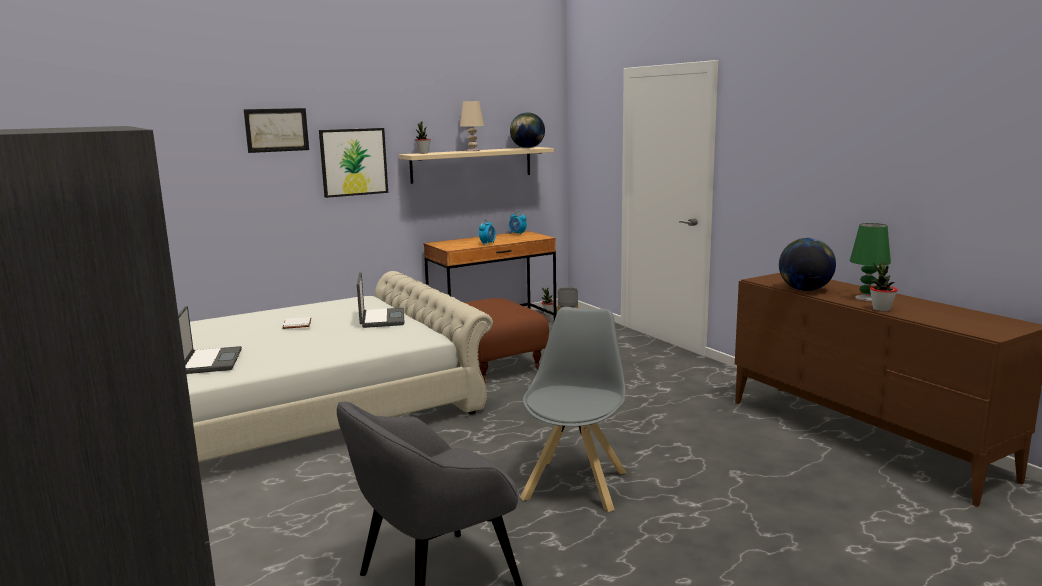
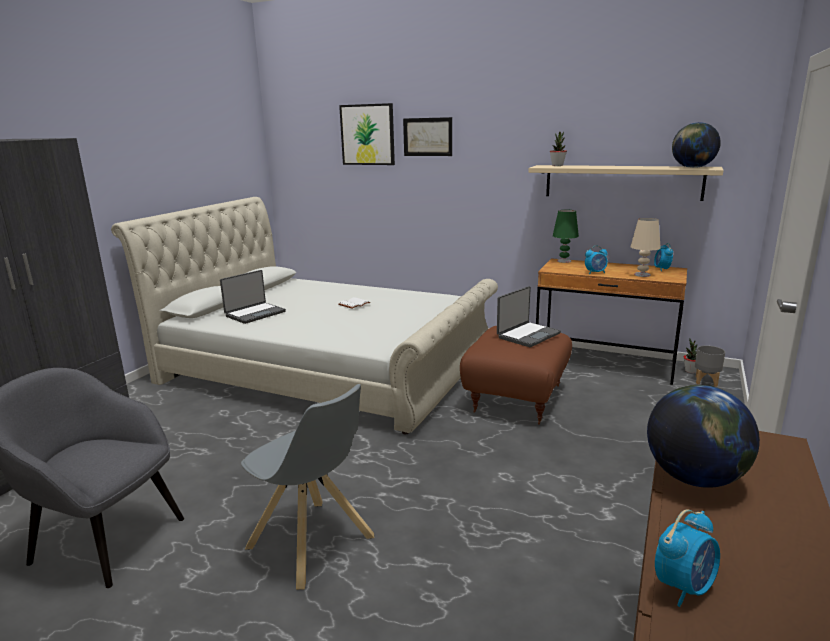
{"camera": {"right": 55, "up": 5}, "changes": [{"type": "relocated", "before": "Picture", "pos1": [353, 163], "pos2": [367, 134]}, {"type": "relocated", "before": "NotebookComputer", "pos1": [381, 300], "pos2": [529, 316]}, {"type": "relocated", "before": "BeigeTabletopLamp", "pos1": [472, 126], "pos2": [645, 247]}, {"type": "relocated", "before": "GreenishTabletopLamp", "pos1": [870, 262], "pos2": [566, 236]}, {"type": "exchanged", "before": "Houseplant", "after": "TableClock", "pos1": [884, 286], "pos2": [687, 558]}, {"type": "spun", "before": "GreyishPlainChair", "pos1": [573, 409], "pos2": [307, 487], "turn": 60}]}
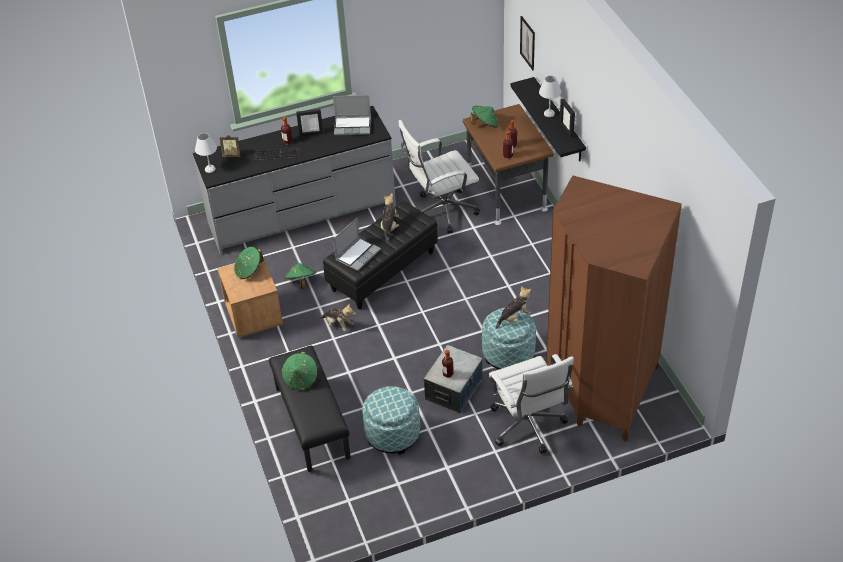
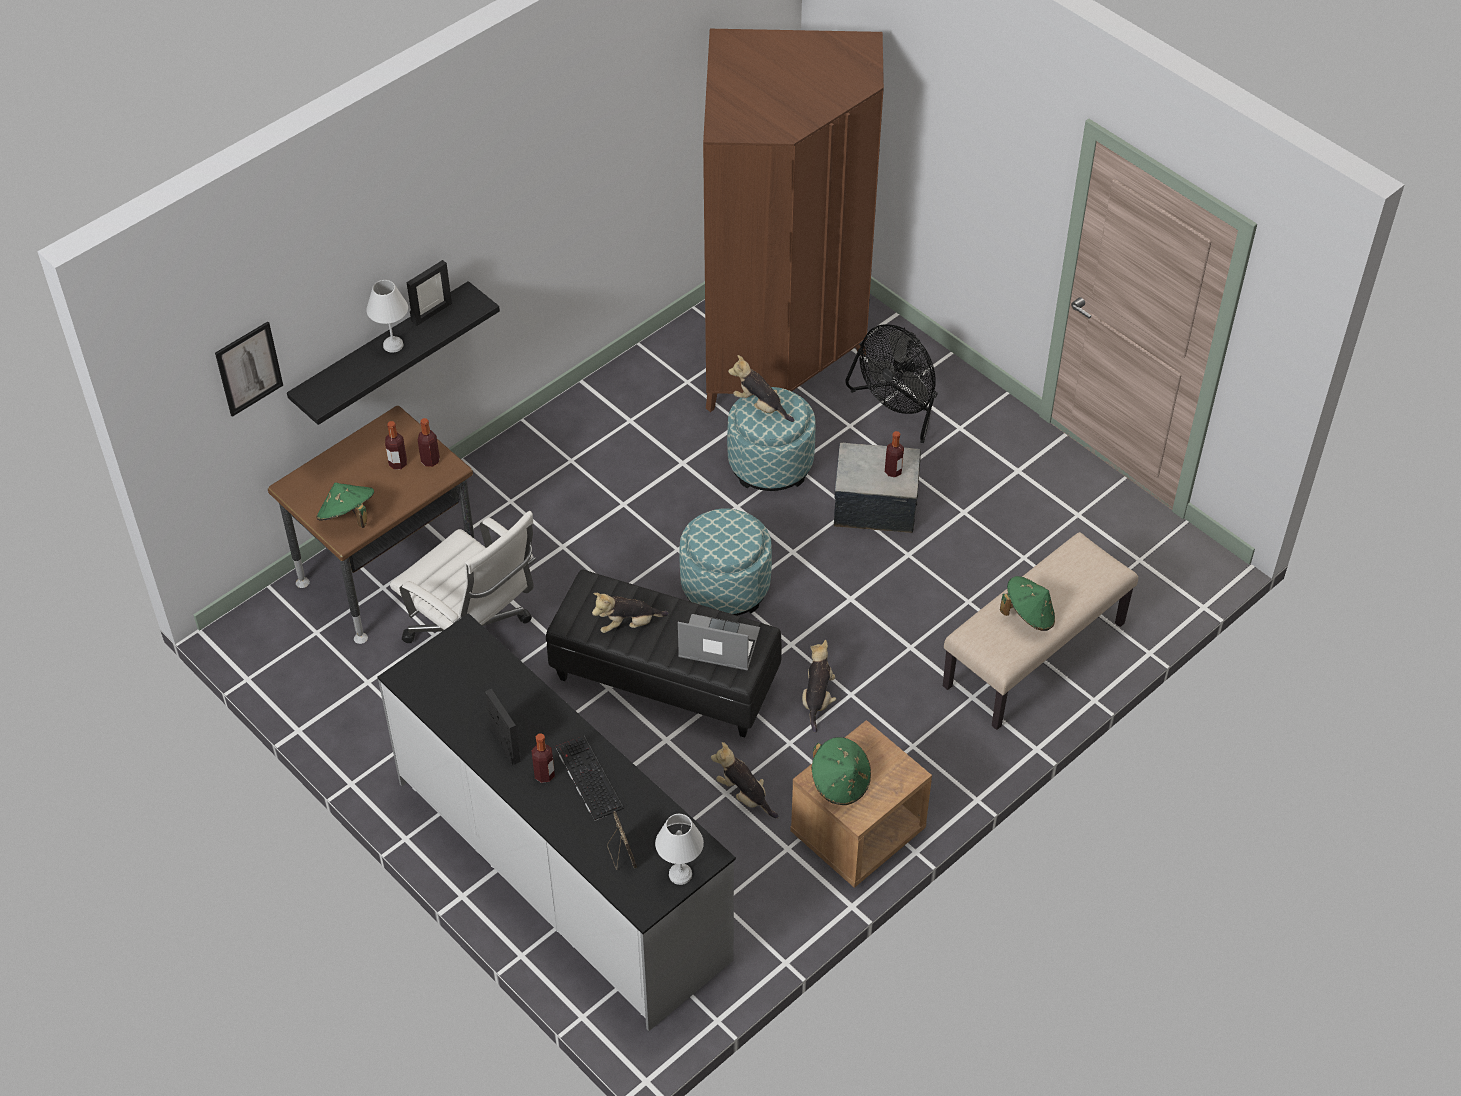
{"camera": {"right": -115, "up": 5}, "changes": [{"type": "missing", "before": "NotebookComputer", "pos1": [352, 115]}, {"type": "relocated", "before": "Footrest", "pos1": [391, 420], "pos2": [725, 562]}, {"type": "exchanged", "before": "GreenishWearableHat", "after": "PlushToy", "pos1": [300, 275], "pos2": [745, 780]}, {"type": "exchanged", "before": "WhiteComputerChair", "after": "BlackishElectricFan", "pos1": [531, 404], "pos2": [891, 383]}, {"type": "colour", "before": "BlackishIndoorBench", "after": "BeigeIndoorBench", "pos1": [310, 408], "pos2": [1040, 631]}]}
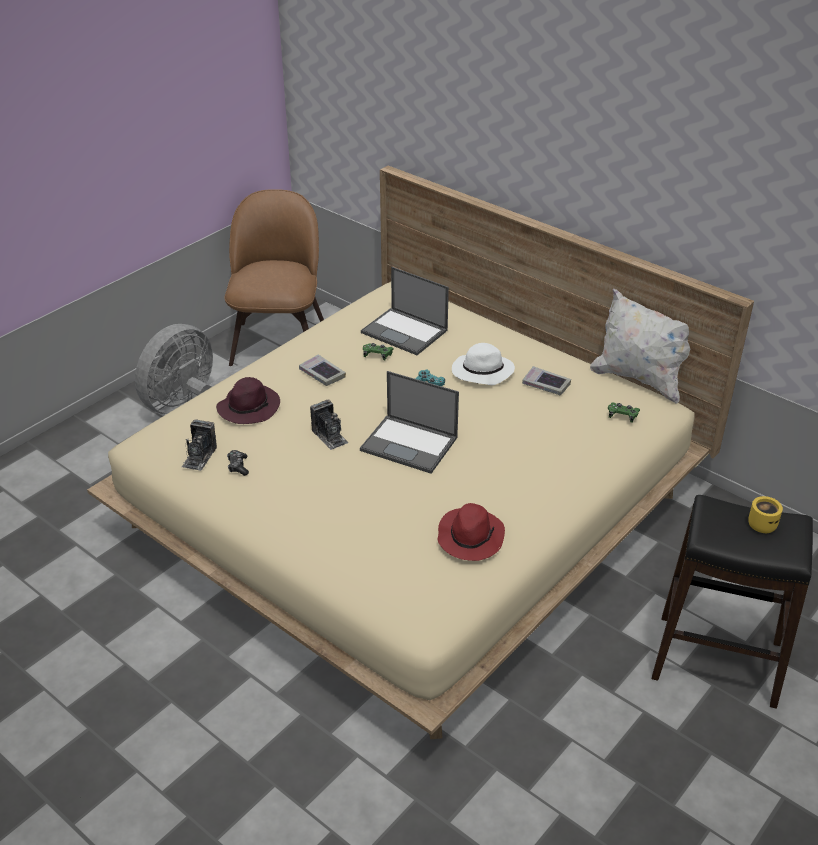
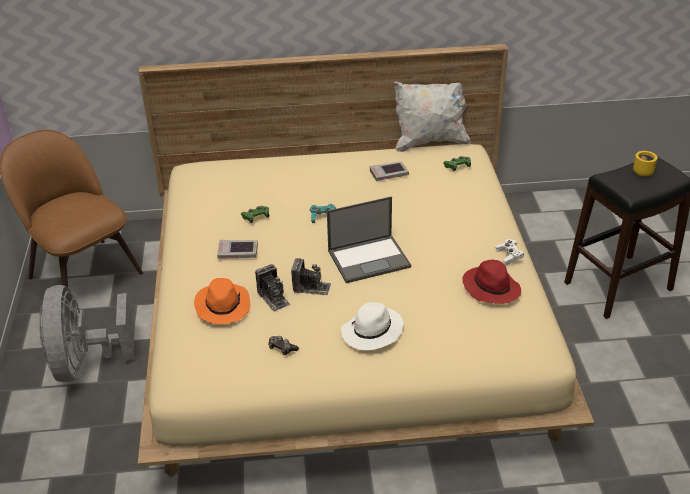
{"camera": {"right": -45, "up": 0}, "changes": [{"type": "missing", "before": "NotebookComputer", "pos1": [405, 311]}, {"type": "appeared", "after": "WhiteGameController", "pos2": [509, 252]}, {"type": "relocated", "before": "PhotoCamera", "pos1": [199, 445], "pos2": [272, 288]}, {"type": "relocated", "before": "WhiteWearableHat", "pos1": [483, 364], "pos2": [372, 326]}, {"type": "colour", "before": "PurpleWearableHat", "after": "OrangeyWearableHat", "pos1": [248, 400], "pos2": [222, 301]}]}
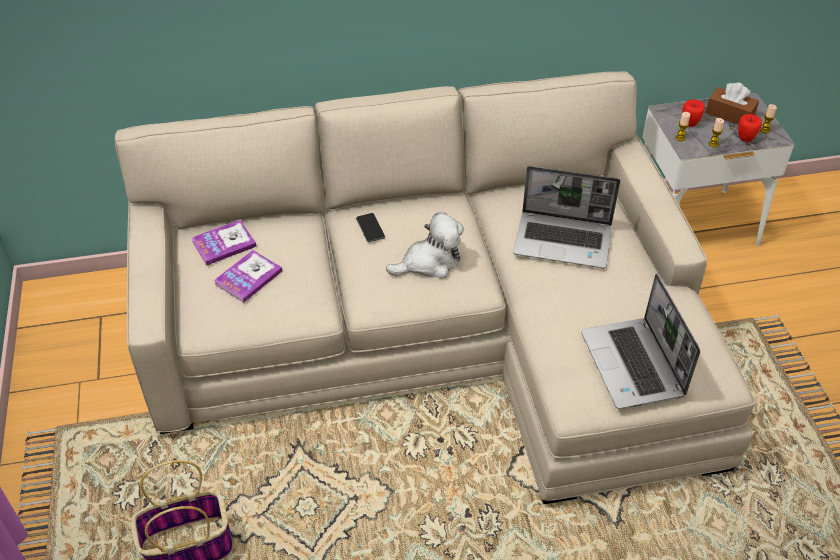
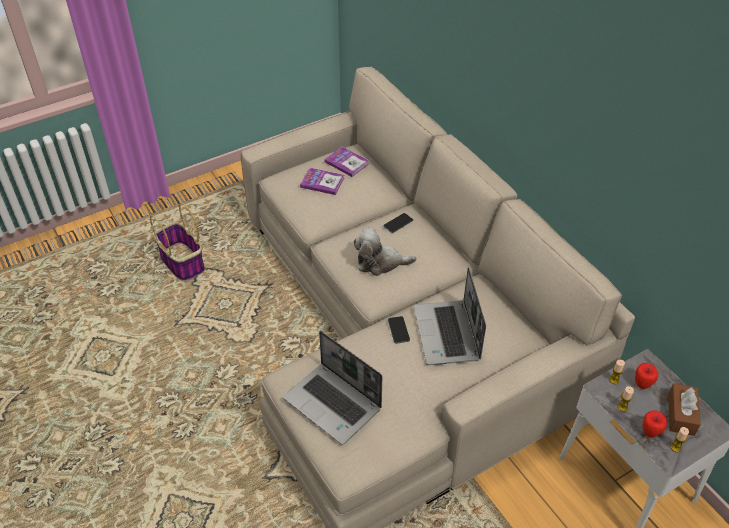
{"camera": {"right": 70, "up": 0}, "changes": [{"type": "appeared", "after": "Telephone", "pos2": [399, 330]}, {"type": "spun", "before": "PlushToy", "pos1": [425, 245], "pos2": [385, 252], "turn": 135}, {"type": "spun", "before": "NotebookComputer", "pos1": [640, 341], "pos2": [332, 388], "turn": -105}]}
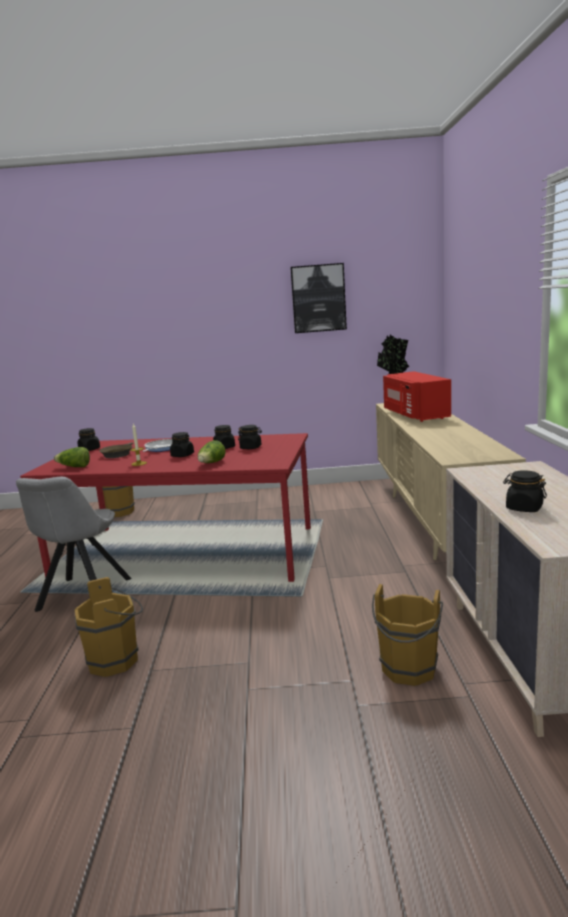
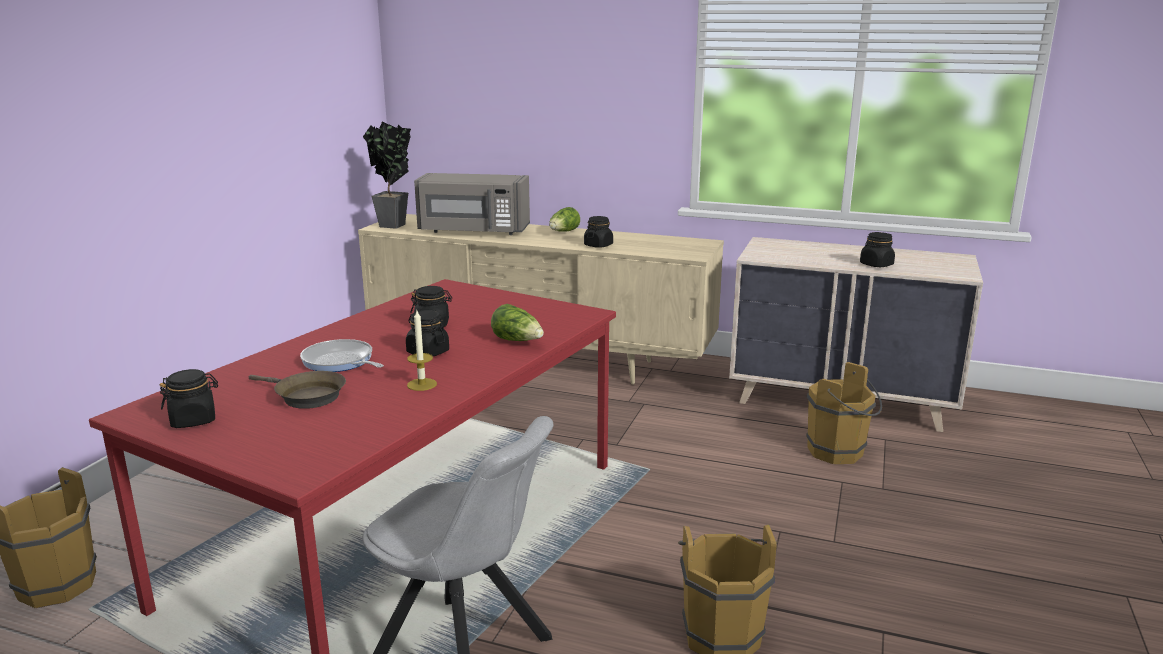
{"camera": {"right": -70, "up": 5}, "changes": [{"type": "missing", "before": "Picture", "pos1": [318, 298]}, {"type": "relocated", "before": "HeadOfLettuce", "pos1": [72, 457], "pos2": [564, 219]}, {"type": "relocated", "before": "BlackishJar", "pos1": [250, 437], "pos2": [598, 232]}, {"type": "colour", "before": "RedColouredKitchenMicrowave", "after": "GreyishKitchenMicrowave", "pos1": [417, 396], "pos2": [472, 204]}]}
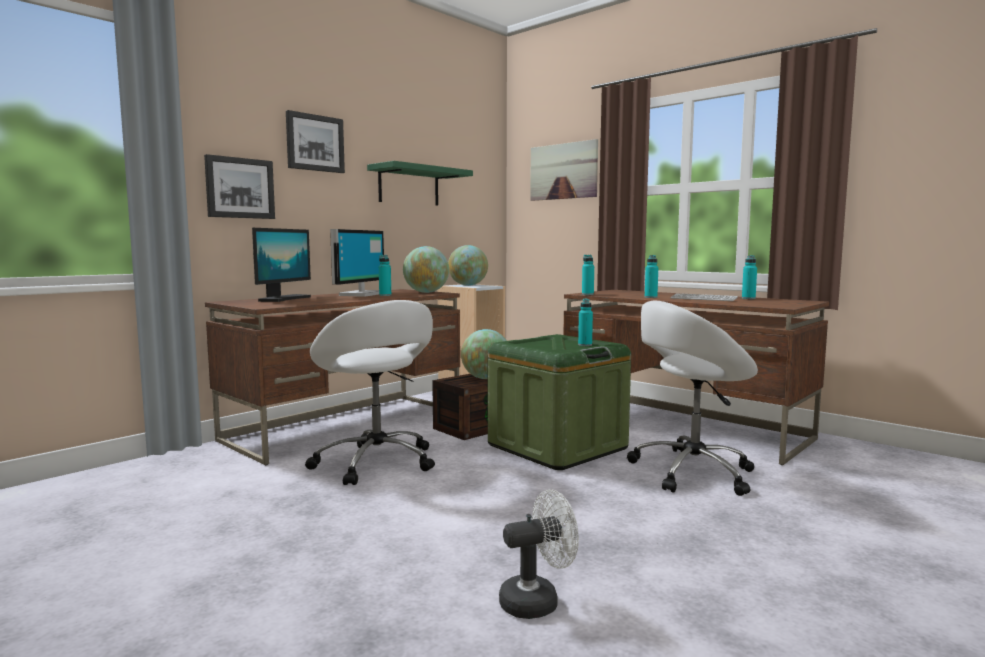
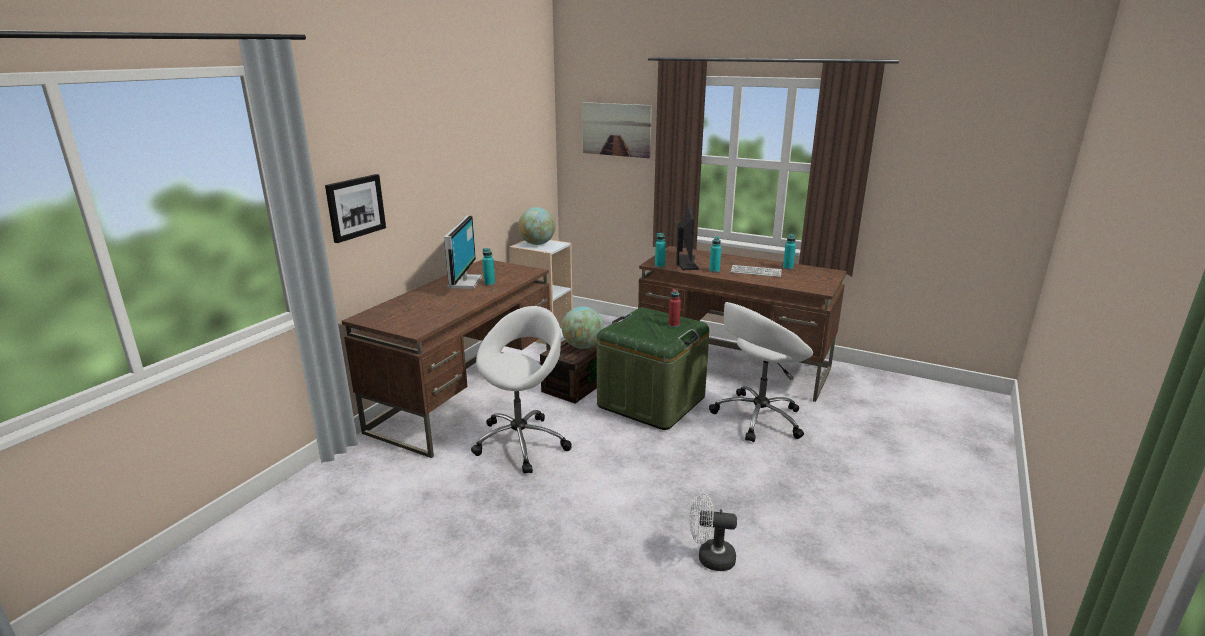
{"camera": {"right": -15, "up": 15}, "changes": [{"type": "missing", "before": "Picture", "pos1": [315, 141]}, {"type": "missing", "before": "GreenishShelf", "pos1": [420, 183]}, {"type": "missing", "before": "Globe", "pos1": [426, 269]}, {"type": "relocated", "before": "ComputerScreen", "pos1": [281, 265], "pos2": [687, 236]}, {"type": "colour", "before": "BlueGreenBottle", "after": "RedColouredBottle", "pos1": [585, 322], "pos2": [675, 308]}, {"type": "spun", "before": "WhiteComputerChair", "pos1": [370, 392], "pos2": [521, 390], "turn": -75}, {"type": "spun", "before": "WhiteElectricFan", "pos1": [539, 554], "pos2": [713, 532], "turn": -135}]}
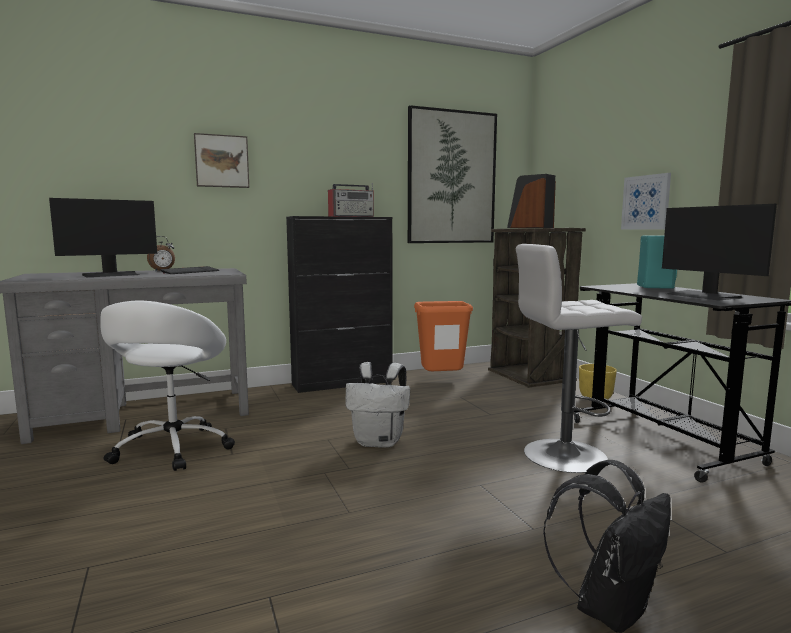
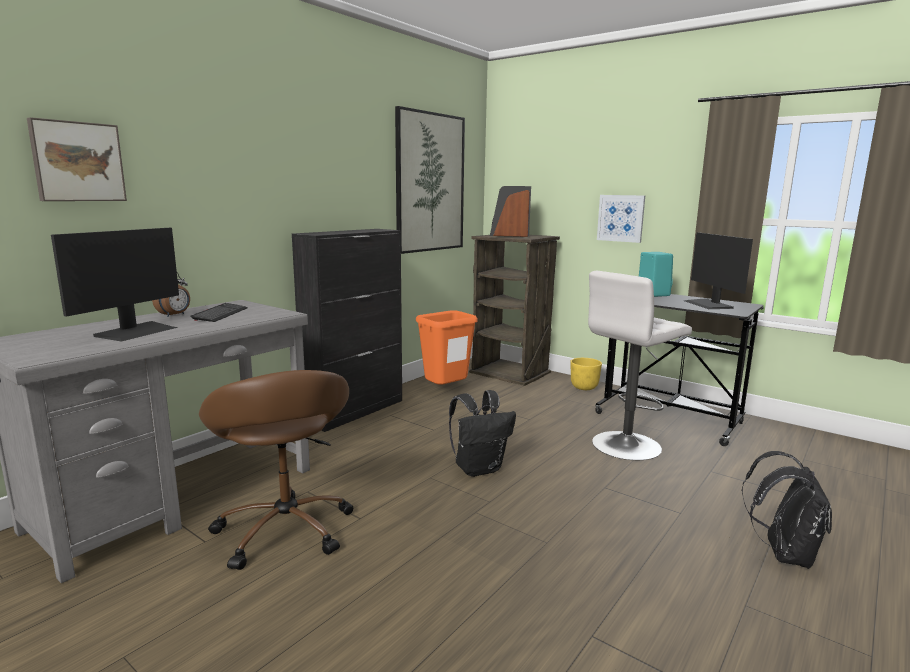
{"camera": {"right": -30, "up": 5}, "changes": [{"type": "missing", "before": "Radio", "pos1": [351, 200]}, {"type": "relocated", "before": "Picture", "pos1": [221, 160], "pos2": [77, 159]}, {"type": "colour", "before": "WhiteComputerChair", "after": "BrownColouredComputerChair", "pos1": [167, 385], "pos2": [276, 470]}, {"type": "colour", "before": "WhiteBackpack", "after": "BlackishBackpack", "pos1": [377, 405], "pos2": [482, 433]}, {"type": "spun", "before": "ComputerScreen", "pos1": [719, 252], "pos2": [719, 270], "turn": 45}]}
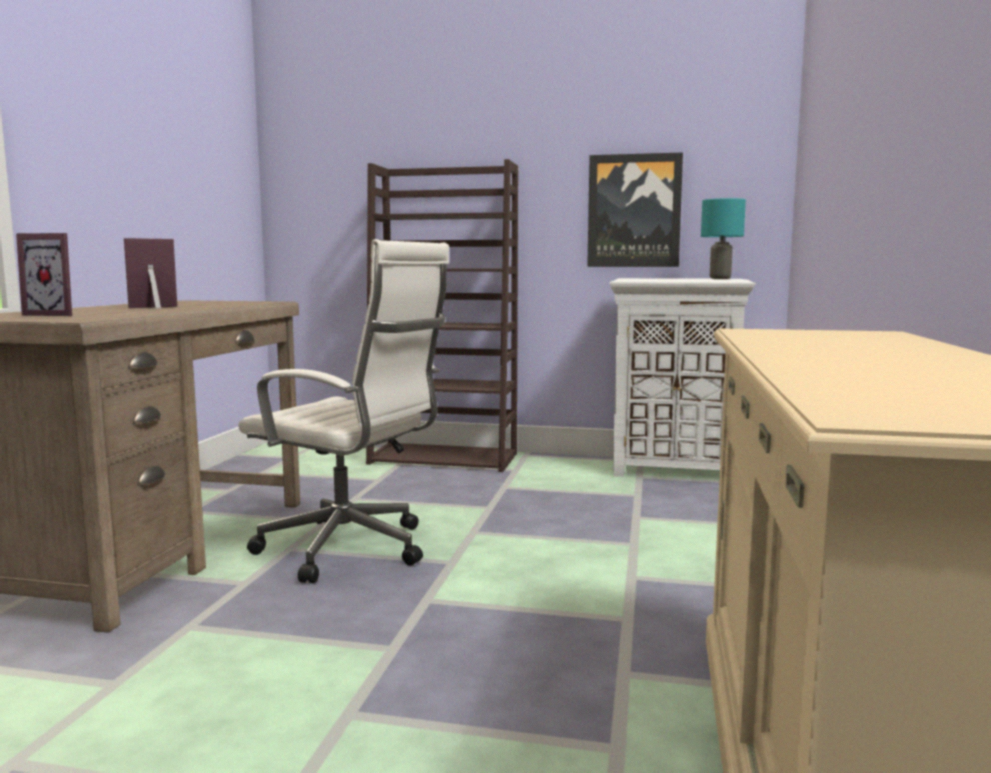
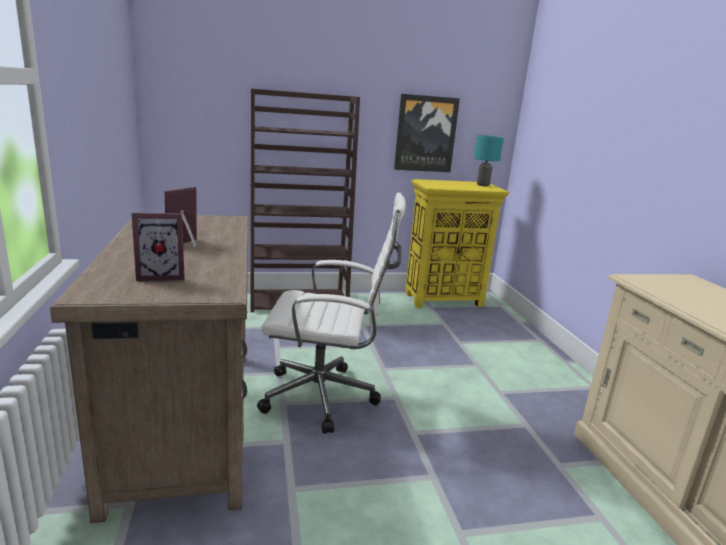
{"camera": {"right": -25, "up": 10}, "changes": [{"type": "colour", "before": "WhiteCabinet", "after": "YellowishCabinet", "pos1": [682, 377], "pos2": [458, 243]}]}
